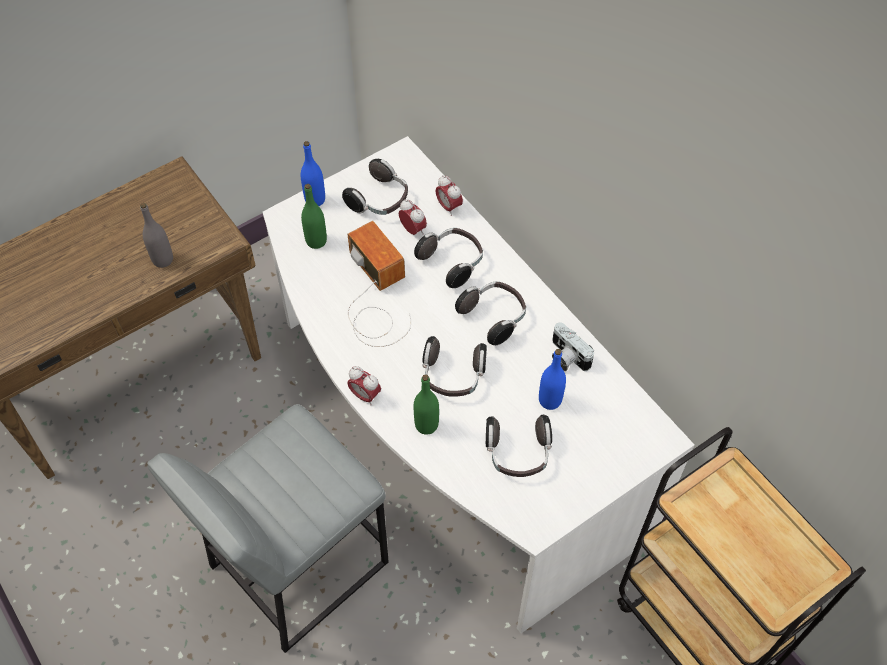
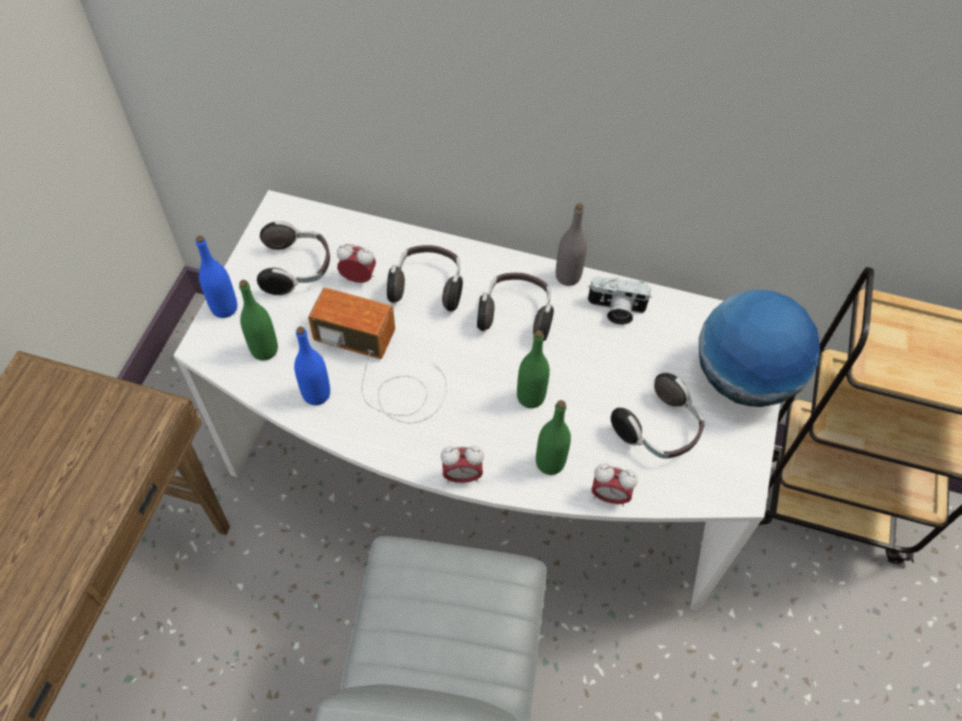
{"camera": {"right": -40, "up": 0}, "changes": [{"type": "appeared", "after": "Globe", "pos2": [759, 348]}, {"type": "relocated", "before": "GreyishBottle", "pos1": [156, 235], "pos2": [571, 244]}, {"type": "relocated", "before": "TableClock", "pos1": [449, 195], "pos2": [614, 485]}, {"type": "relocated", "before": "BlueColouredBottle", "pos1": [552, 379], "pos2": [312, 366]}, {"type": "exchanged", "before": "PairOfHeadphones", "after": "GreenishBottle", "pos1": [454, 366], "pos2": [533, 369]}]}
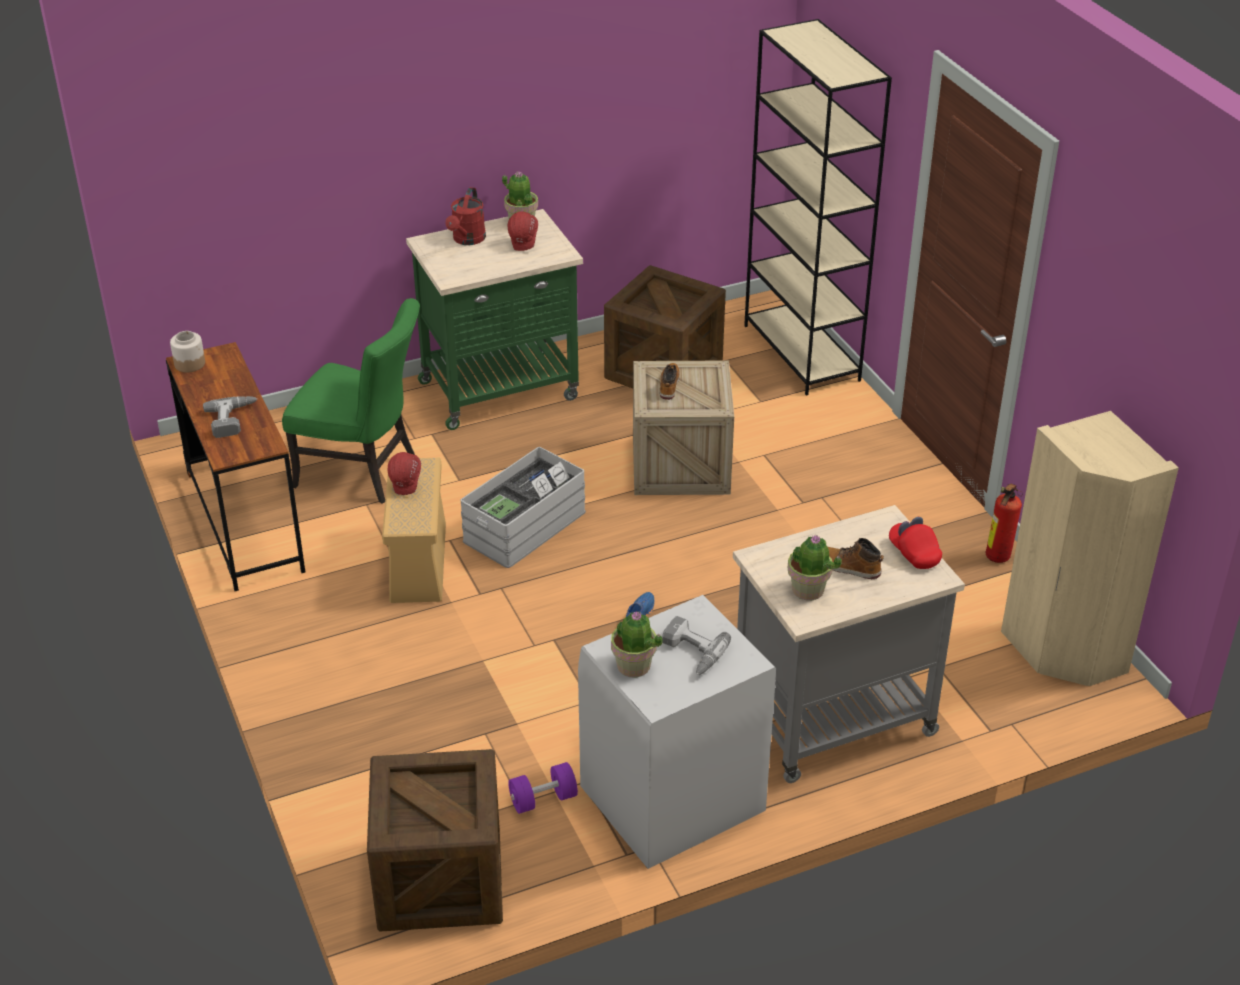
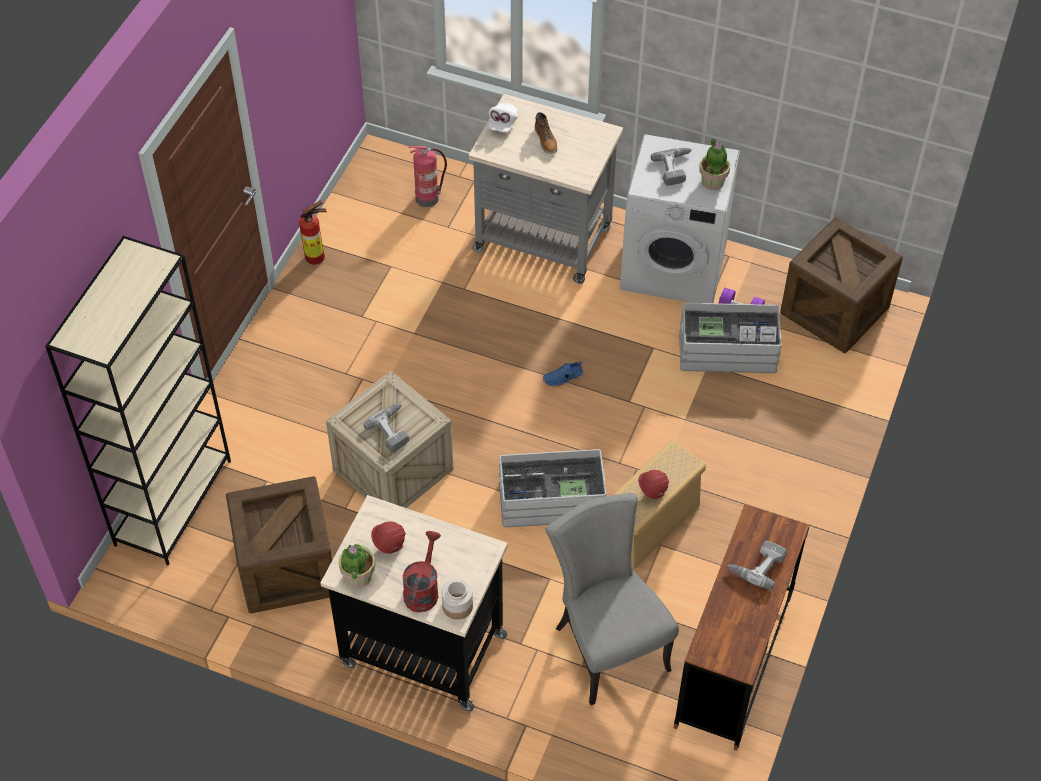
{"camera": {"right": -135, "up": 15}, "changes": [{"type": "missing", "before": "Houseplant", "pos1": [815, 567]}, {"type": "missing", "before": "BeigeCabinet", "pos1": [1090, 548]}, {"type": "appeared", "after": "Extinguisher", "pos2": [428, 176]}, {"type": "appeared", "after": "GreyishStorageBin", "pos2": [730, 338]}, {"type": "relocated", "before": "Jar", "pos1": [187, 351], "pos2": [457, 599]}, {"type": "exchanged", "before": "HighTopBoot", "after": "ElectricDrill", "pos1": [669, 381], "pos2": [386, 427]}, {"type": "colour", "before": "GreenishPlainChair", "after": "GreyishPlainChair", "pos1": [351, 401], "pos2": [612, 599]}, {"type": "colour", "before": "GreenishTrolley", "after": "BlackishTrolley", "pos1": [494, 319], "pos2": [414, 603]}, {"type": "colour", "before": "RedColouredPeakedCap", "after": "WhitePeakedCap", "pos1": [915, 543], "pos2": [503, 117]}, {"type": "spun", "before": "RedColouredWateringCan", "pos1": [465, 216], "pos2": [422, 571], "turn": -45}]}
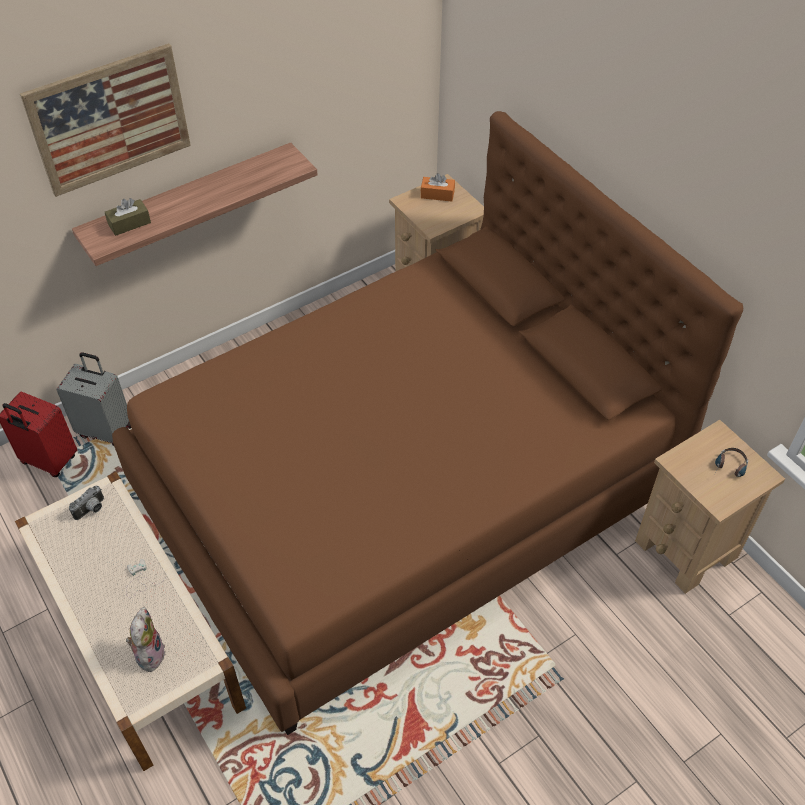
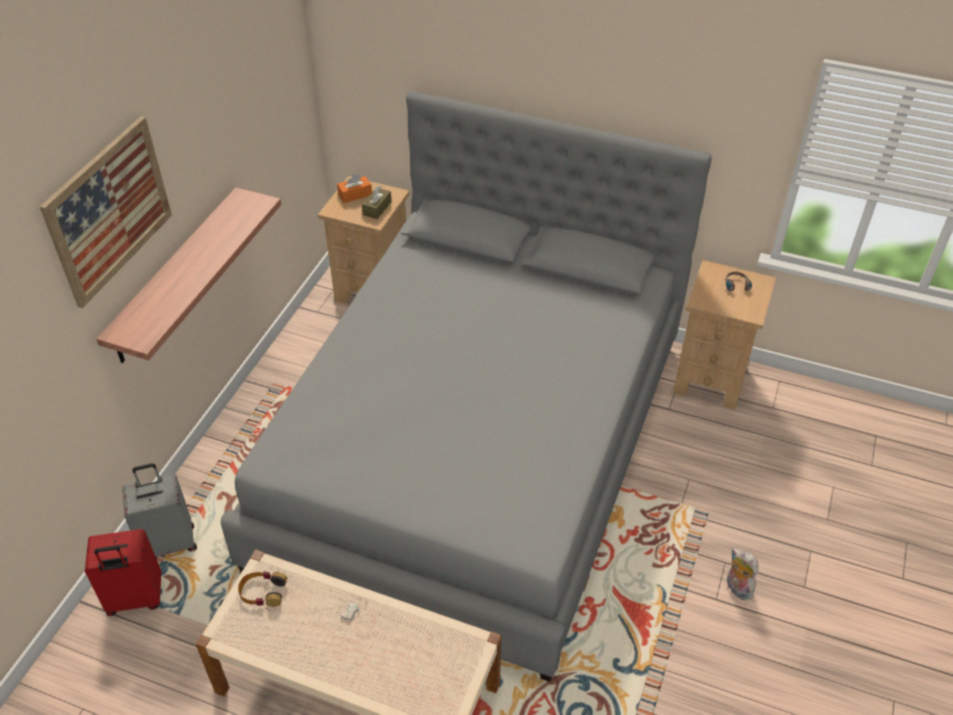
{"camera": {"right": -35, "up": -5}, "changes": [{"type": "relocated", "before": "BrownColouredTissueBox", "pos1": [128, 217], "pos2": [377, 202]}, {"type": "relocated", "before": "PlushToy", "pos1": [145, 639], "pos2": [742, 573]}, {"type": "exchanged", "before": "PhotoCamera", "after": "PairOfHeadphones", "pos1": [86, 503], "pos2": [262, 589]}, {"type": "colour", "before": "BrownColouredBedroomBed", "after": "GreyishBedroomBed", "pos1": [427, 423], "pos2": [466, 386]}]}
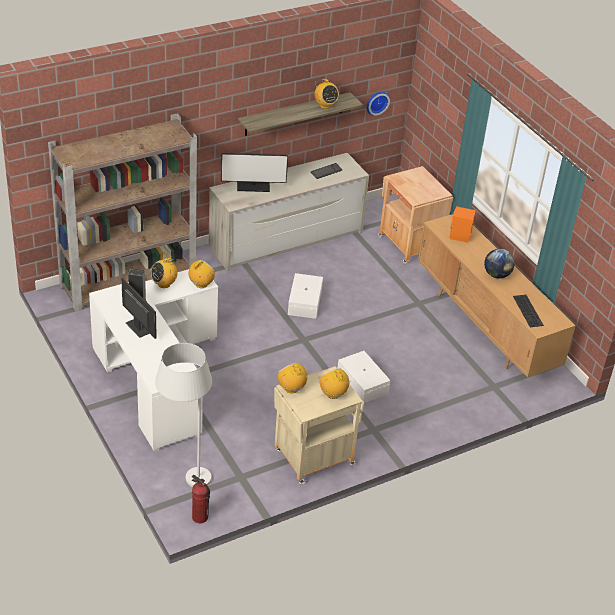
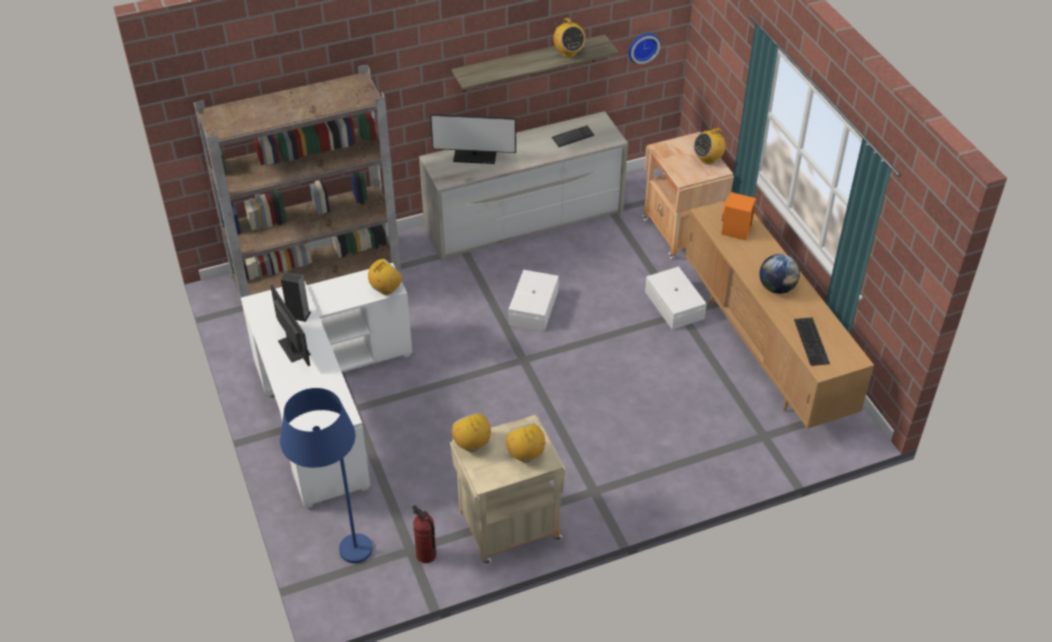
{"camera": {"right": 10, "up": 5}, "changes": [{"type": "relocated", "before": "Radio", "pos1": [163, 273], "pos2": [710, 146]}, {"type": "relocated", "before": "Extinguisher", "pos1": [200, 498], "pos2": [424, 534]}, {"type": "relocated", "before": "WhiteStorageBin", "pos1": [363, 377], "pos2": [676, 297]}, {"type": "colour", "before": "WhiteStandingLamp", "after": "BlueColouredStandingLamp", "pos1": [183, 415], "pos2": [326, 475]}]}
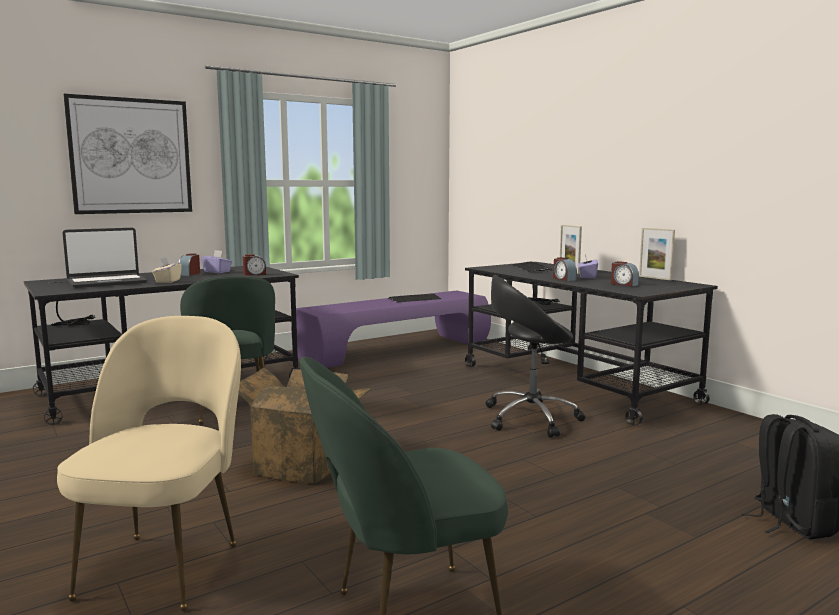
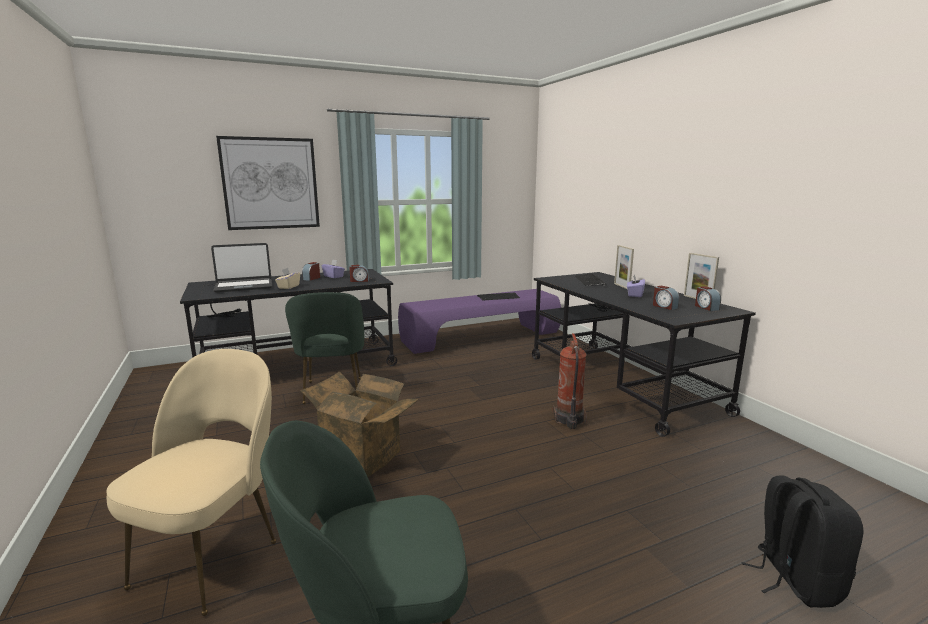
{"camera": {"right": 10, "up": 5}, "changes": [{"type": "relocated", "before": "TableClock", "pos1": [565, 269], "pos2": [708, 298]}, {"type": "exchanged", "before": "BlackishComputerChair", "after": "Extinguisher", "pos1": [536, 356], "pos2": [570, 381]}]}
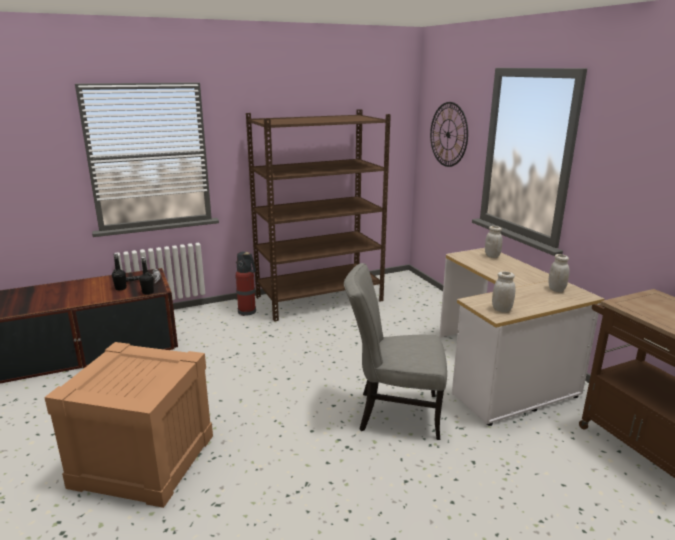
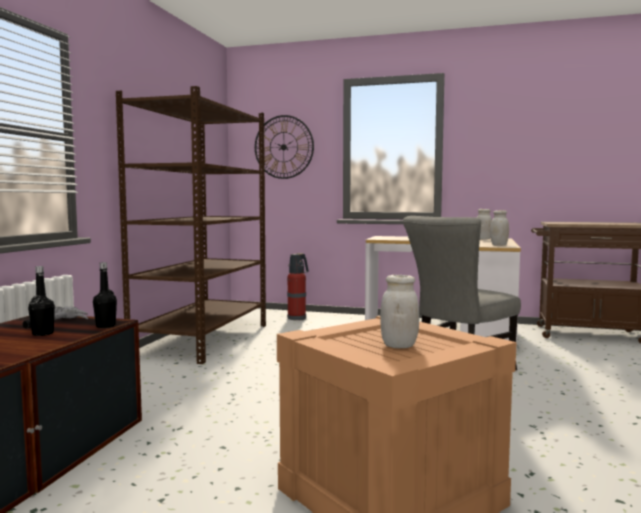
{"camera": {"right": -50, "up": -15}, "changes": [{"type": "relocated", "before": "Extinguisher", "pos1": [245, 284], "pos2": [298, 287]}, {"type": "relocated", "before": "WhiteJar", "pos1": [493, 242], "pos2": [399, 311]}]}
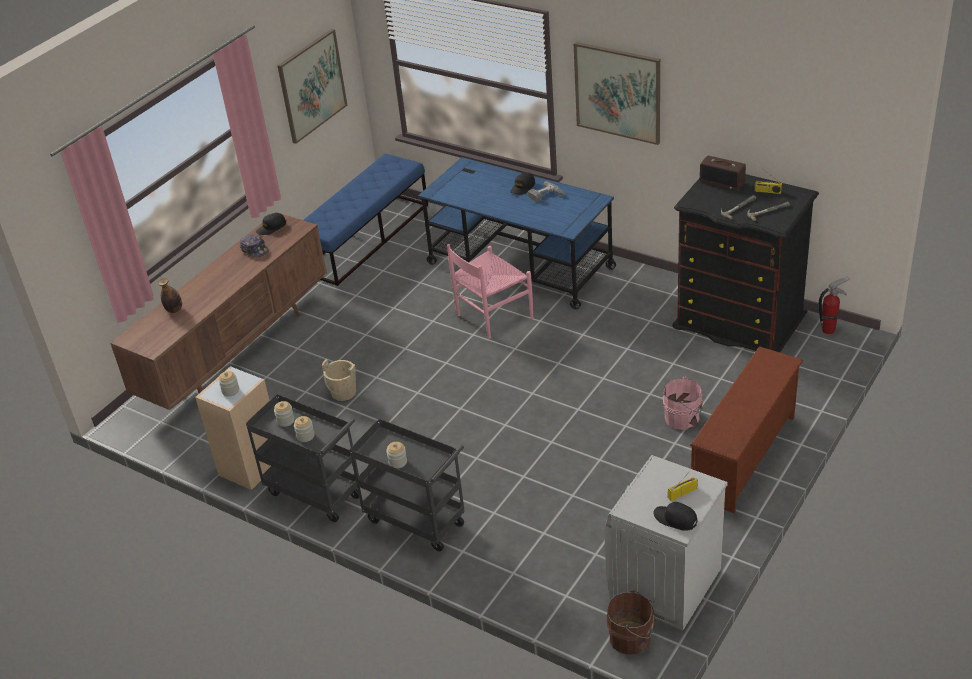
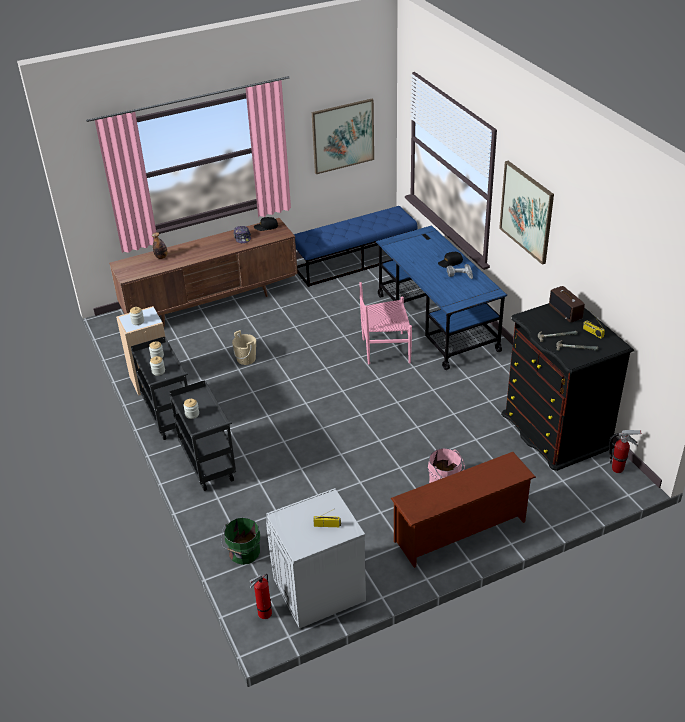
{"camera": {"right": 30, "up": 0}, "changes": [{"type": "missing", "before": "BlackishPeakedCap", "pos1": [675, 516]}, {"type": "appeared", "after": "GreenishWaterBucket", "pos2": [240, 541]}, {"type": "exchanged", "before": "BrownColouredWaterBucket", "after": "Extinguisher", "pos1": [630, 622], "pos2": [260, 596]}]}
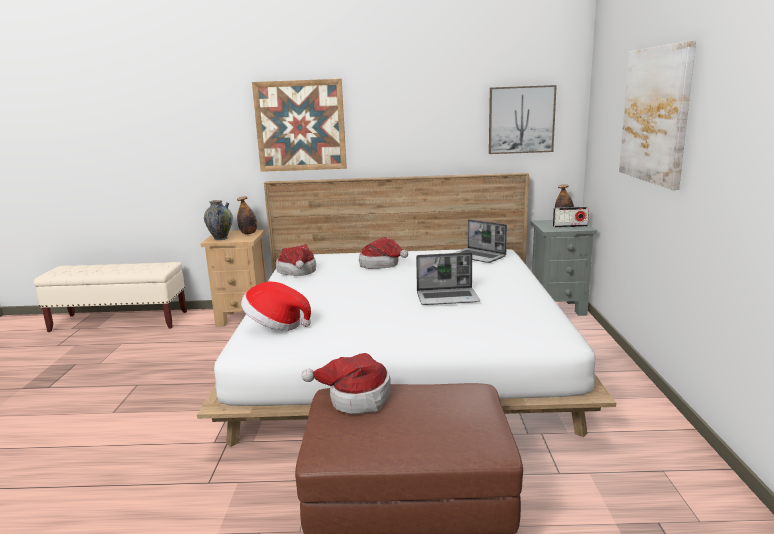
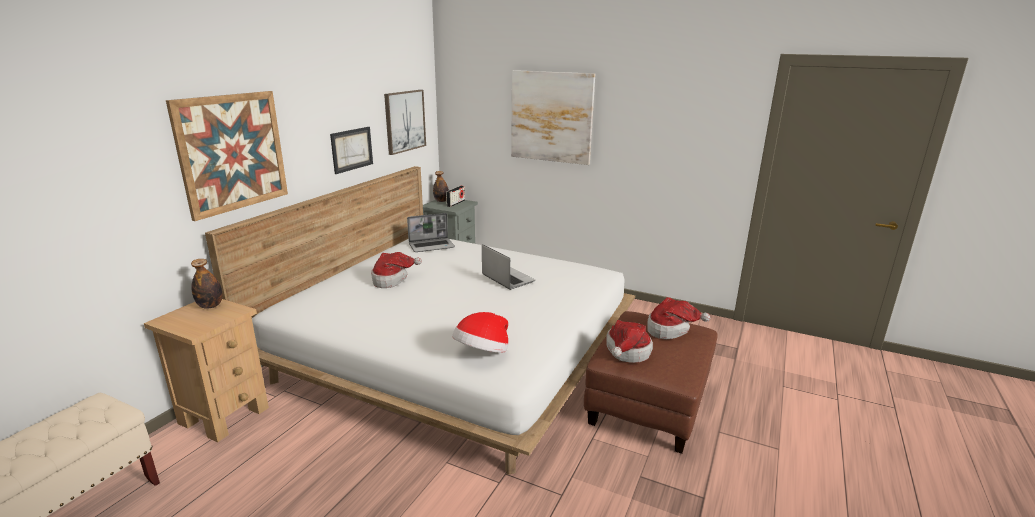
{"camera": {"right": -65, "up": 5}, "changes": [{"type": "missing", "before": "Vase", "pos1": [218, 220]}, {"type": "appeared", "after": "Picture", "pos2": [351, 150]}, {"type": "relocated", "before": "WearableHat", "pos1": [296, 260], "pos2": [679, 318]}, {"type": "spun", "before": "NotebookComputer", "pos1": [448, 278], "pos2": [508, 267], "turn": -60}]}
